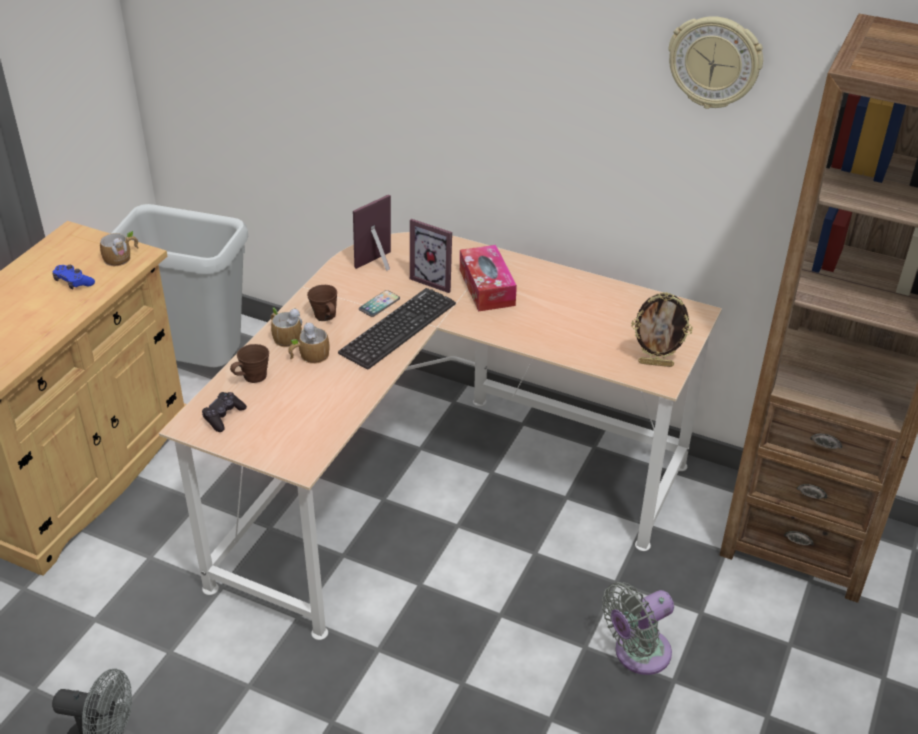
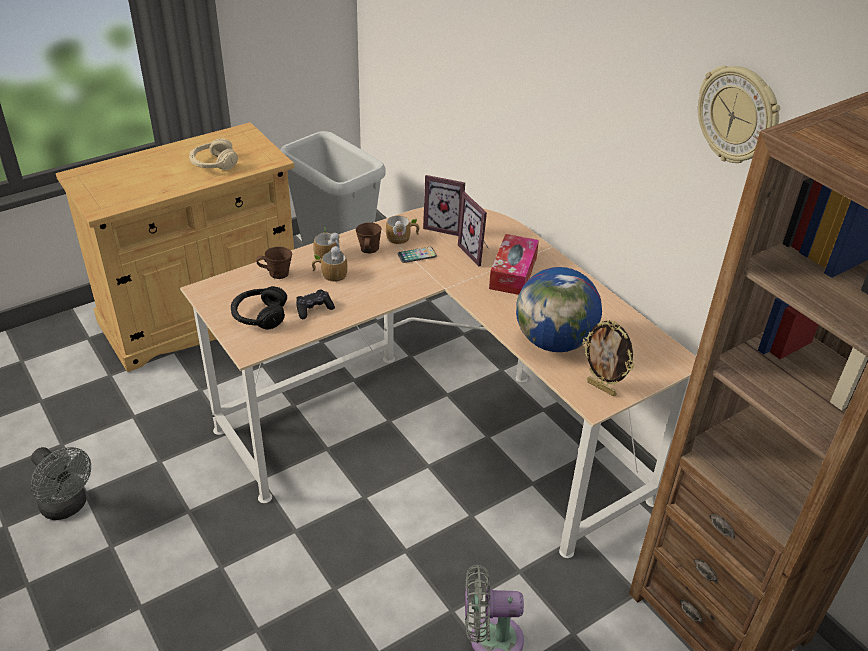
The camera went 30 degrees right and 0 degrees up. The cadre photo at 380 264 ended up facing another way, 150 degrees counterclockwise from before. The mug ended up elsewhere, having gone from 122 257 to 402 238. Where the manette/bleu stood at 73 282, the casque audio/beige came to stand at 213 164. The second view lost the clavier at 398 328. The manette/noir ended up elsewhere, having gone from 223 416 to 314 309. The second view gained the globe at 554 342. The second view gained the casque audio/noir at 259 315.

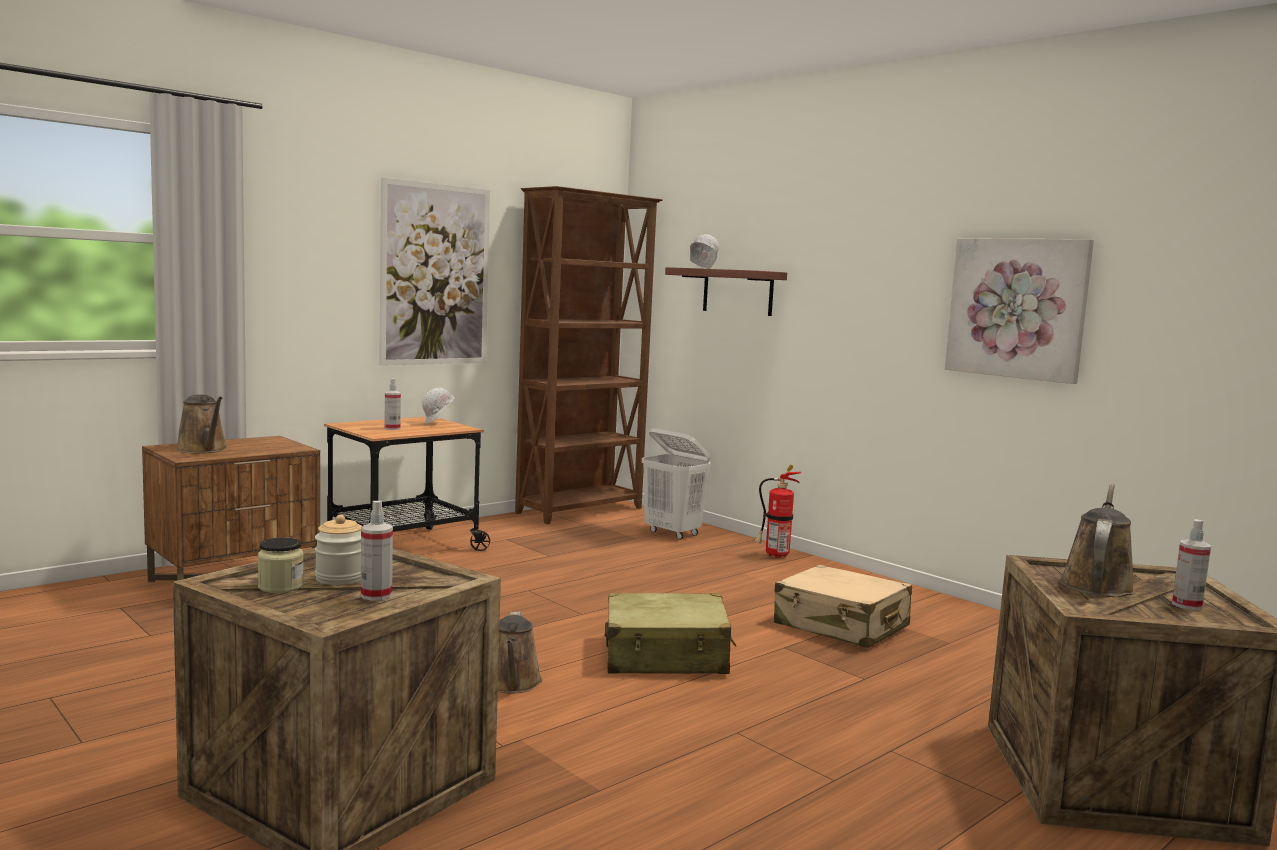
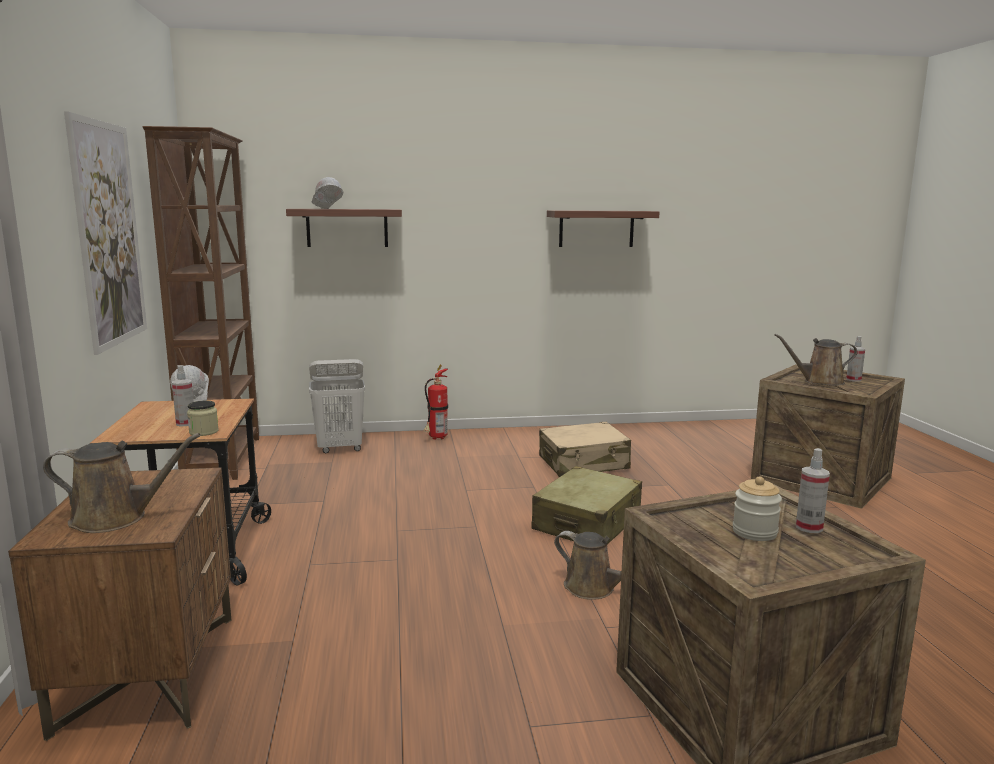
The camera went 55 degrees left and 5 degrees up. Where the tableau hung at 1017 308, the étagère came to hang at 596 228. The arrosoir/marron at 1096 584 ended up facing another way, 60 degrees counterclockwise from before. The bocal ended up elsewhere, having gone from 280 586 to 203 432.

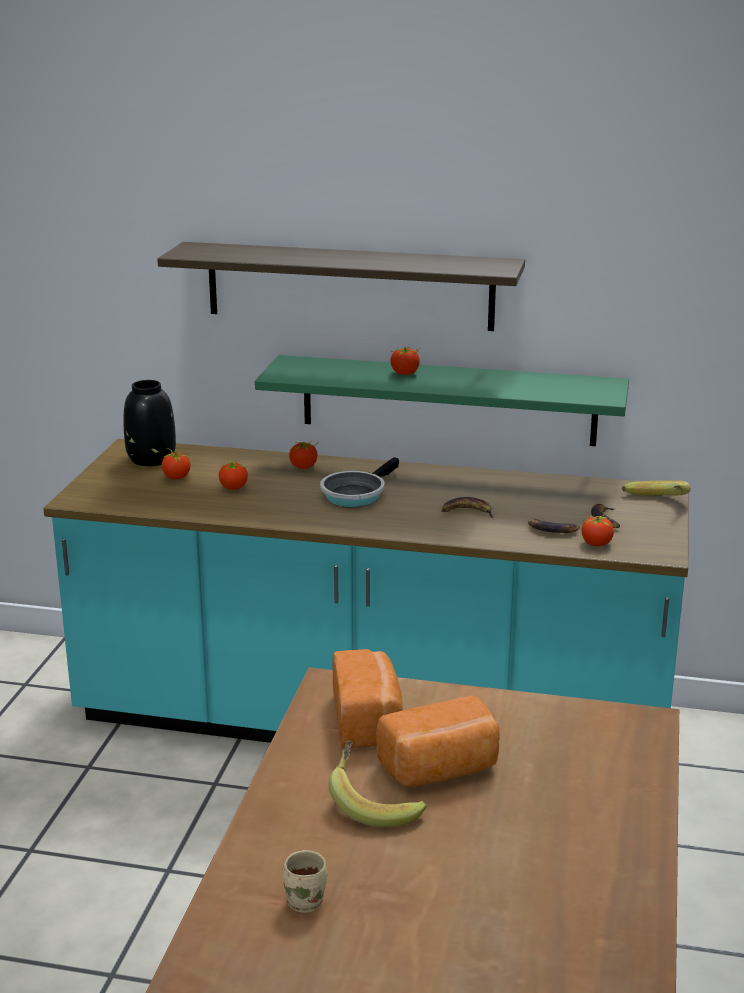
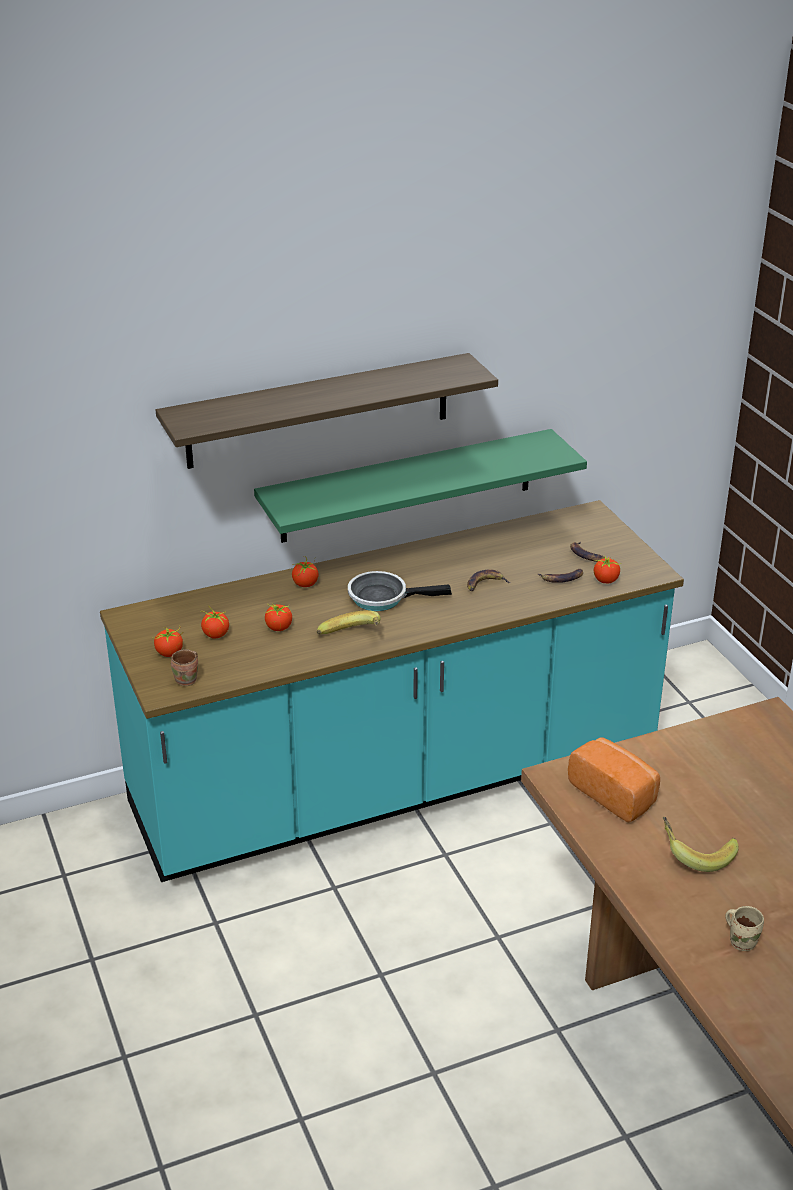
The camera went 35 degrees left and 10 degrees up. The tomate ended up elsewhere, having gone from 405 373 to 169 653. The second view lost the vase/noir at 152 459. The poêle at 355 494 ended up facing another way, 90 degrees clockwise from before. The banane ended up elsewhere, having gone from 655 504 to 352 638. The second view lost the pain at 441 769. The second view gained the mug/marron at 188 680.

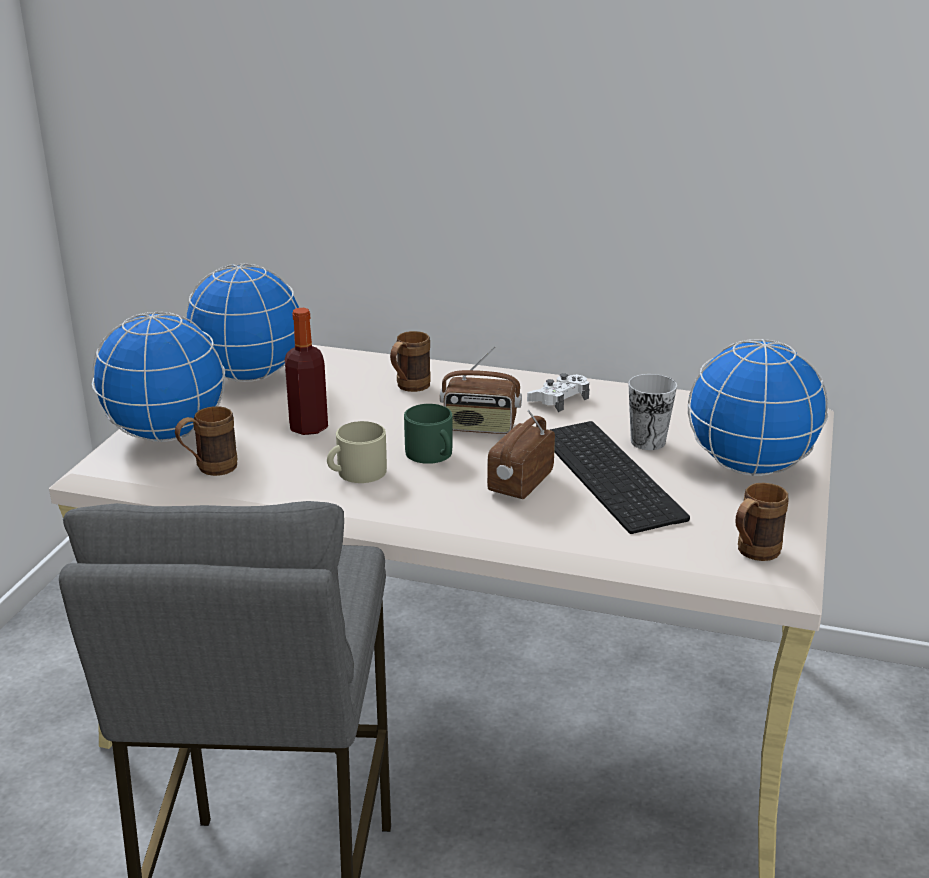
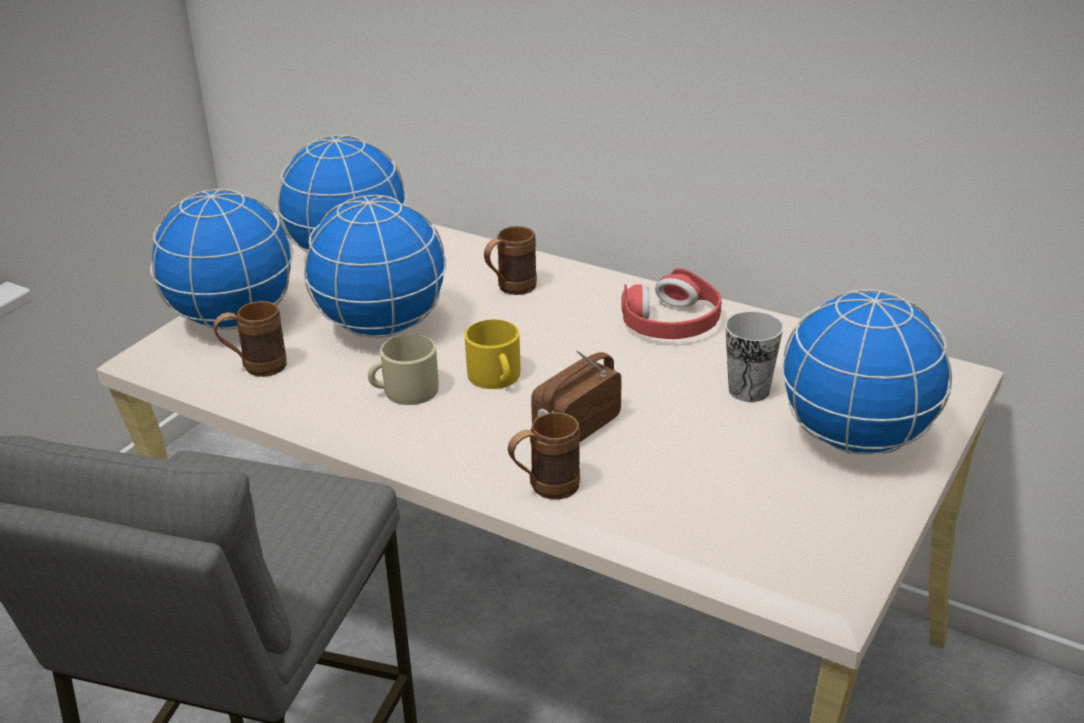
The camera went 15 degrees right and 5 degrees up. Where the bouteille stood at 308 427, the globe came to stand at 381 328. The second view lost the radio at 480 427. Where the manette/blanc stood at 559 399, the casque audio/rouge came to stand at 671 322. What was the mug/vert at 432 454 turned into the mug/jaune at 496 378. The second view lost the clavier at 614 475. The mug/marron ended up elsewhere, having gone from 752 554 to 544 489.

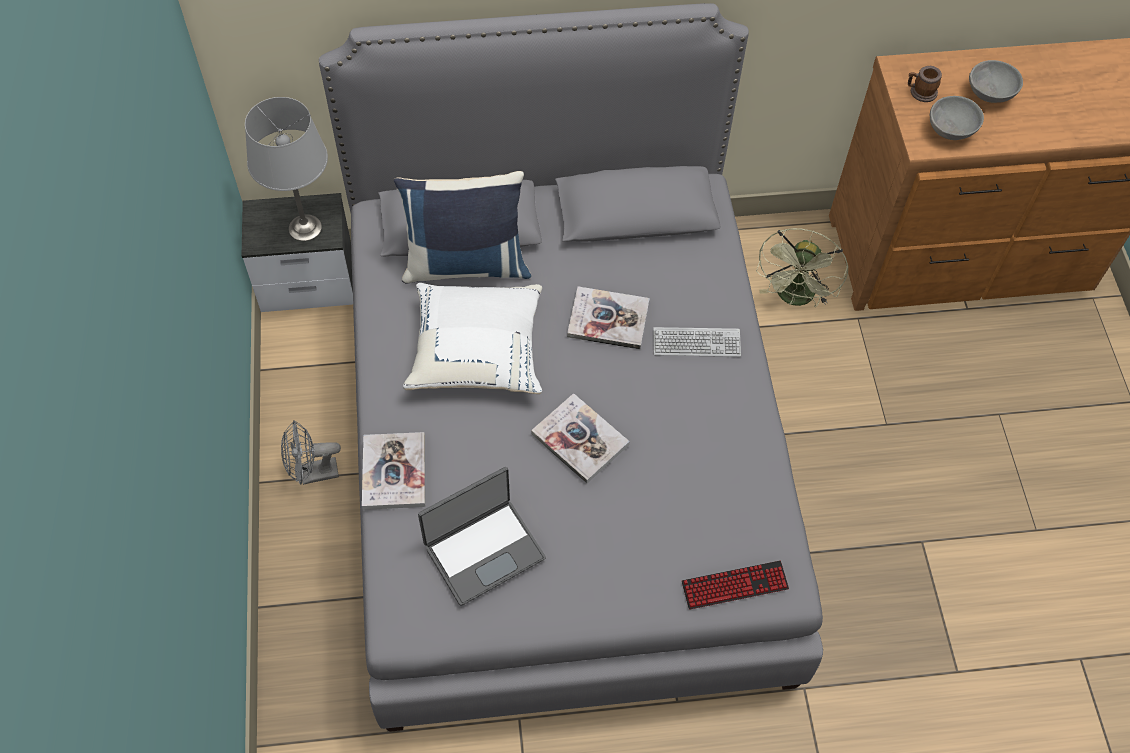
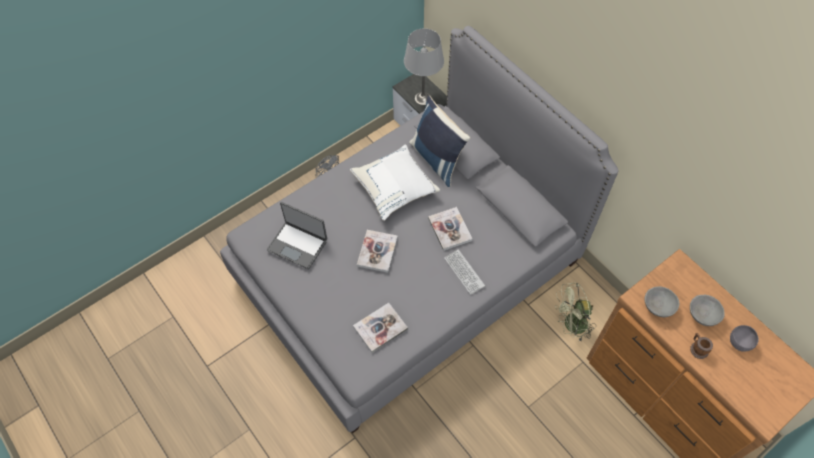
The camera went 60 degrees right and 0 degrees up. The mug ended up elsewhere, having gone from 920 92 to 697 348. The livre ended up elsewhere, having gone from 394 472 to 380 328. The second view lost the clavier at 734 585. The second view gained the bol/gris at 740 342.

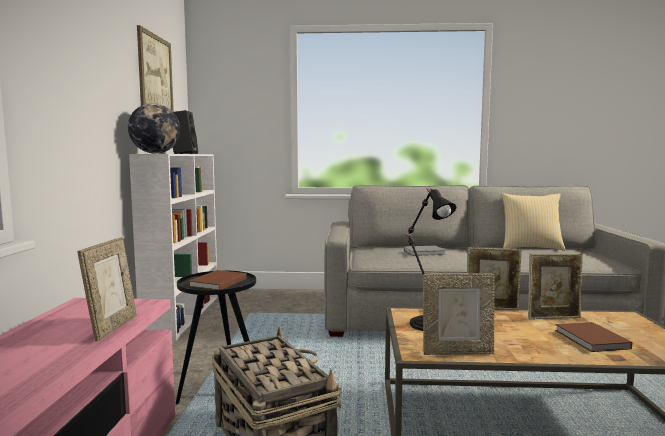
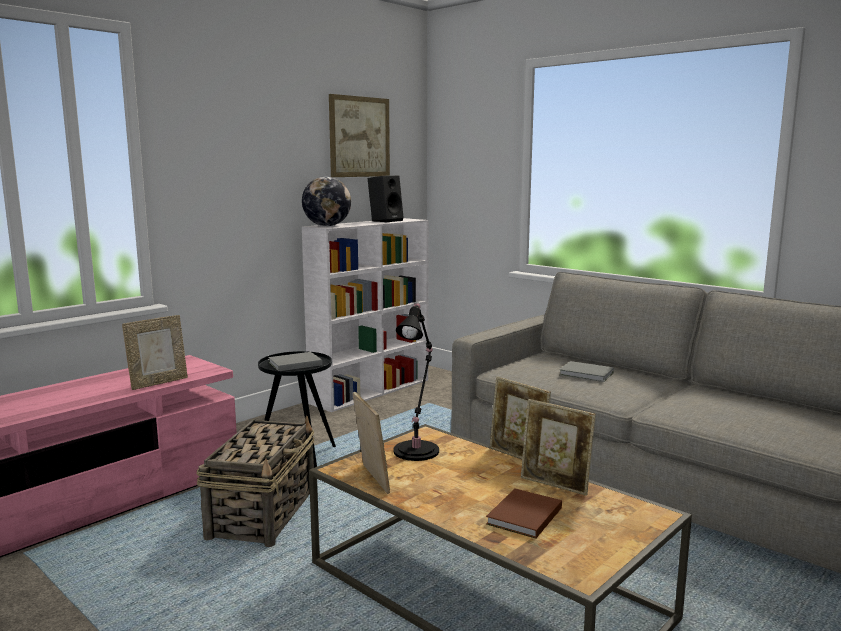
The camera went 40 degrees right and 5 degrees up. The second view lost the coussin at 530 248. What was the livre/marron at 216 283 turned into the livre/gris at 293 364. The cadre photo at 457 352 ended up facing another way, 150 degrees counterclockwise from before.

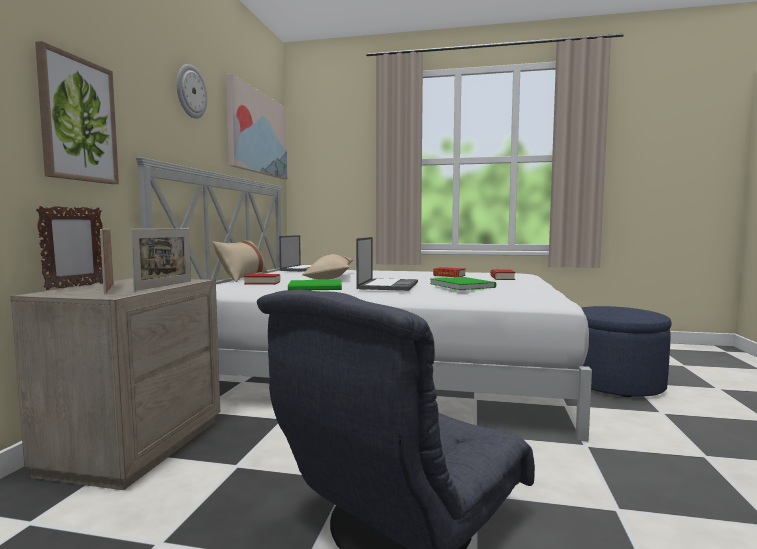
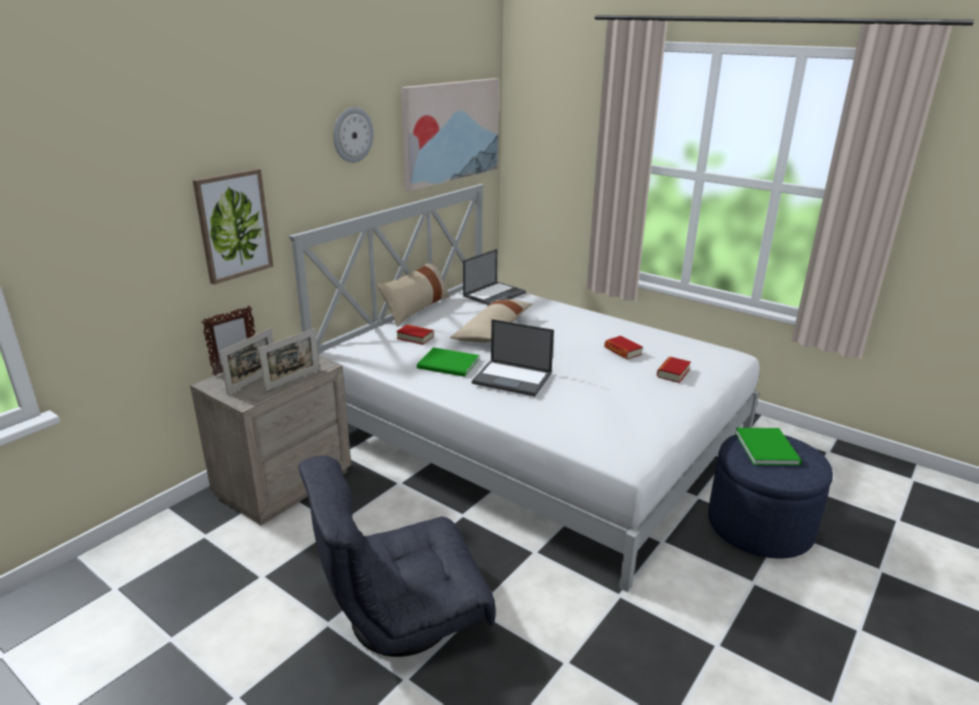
The camera went 25 degrees right and 20 degrees up. The cadre photo at 109 289 ended up facing another way, 150 degrees counterclockwise from before. The ordinateur portable at 388 285 ended up facing another way, 75 degrees clockwise from before. The livre/vert ended up elsewhere, having gone from 462 285 to 767 447.

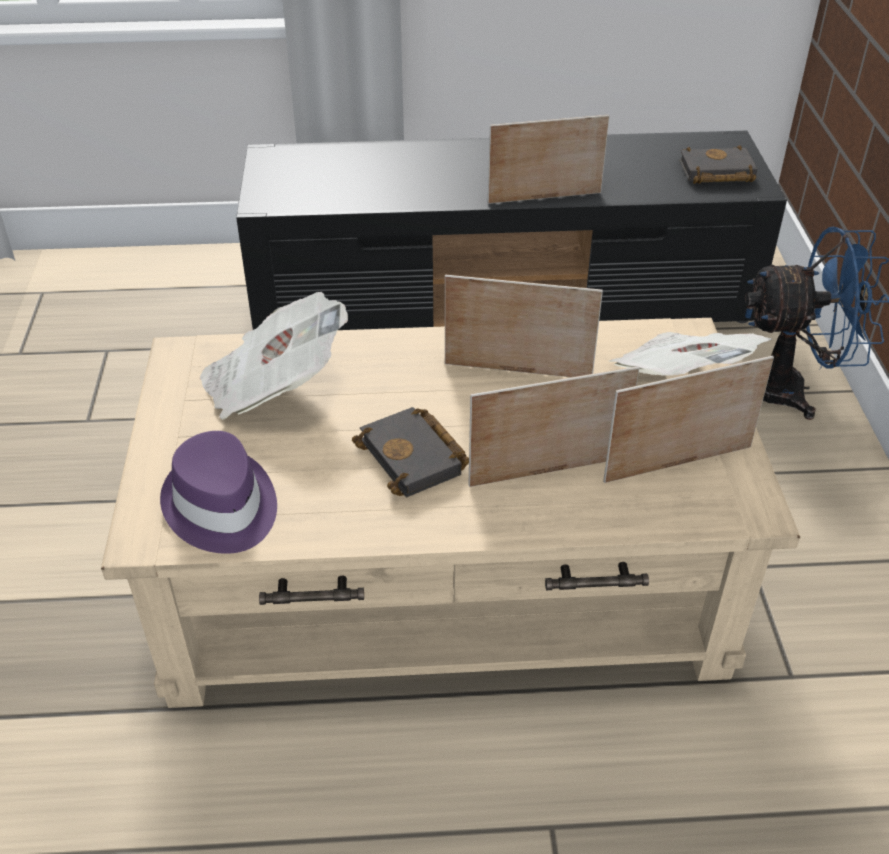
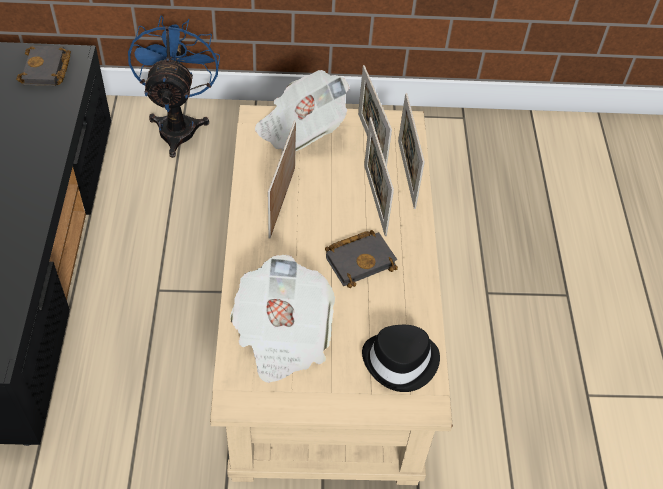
The camera went 90 degrees left and 10 degrees up. The cadre photo ended up elsewhere, having gone from 544 198 to 406 174. What was the chapeau/violet at 220 507 turned into the chapeau/noir at 401 362.

